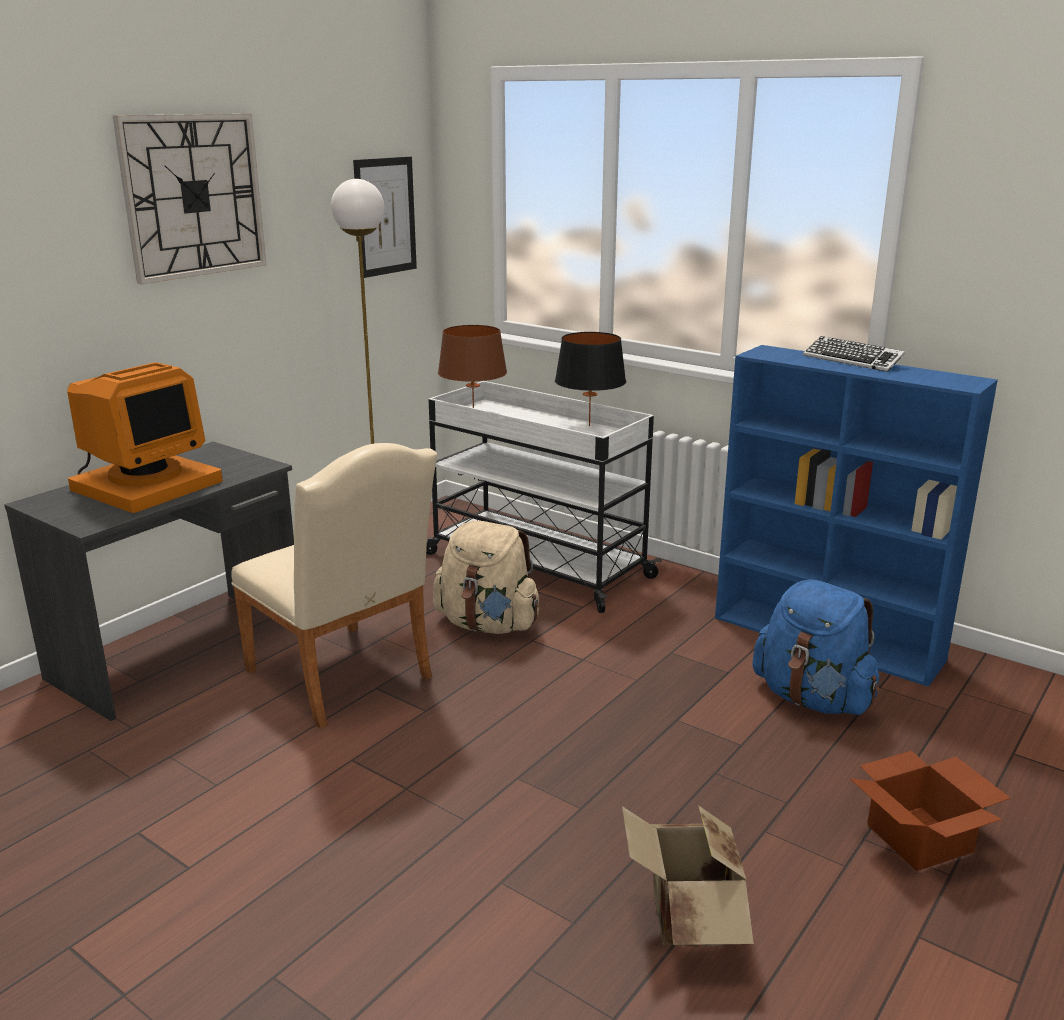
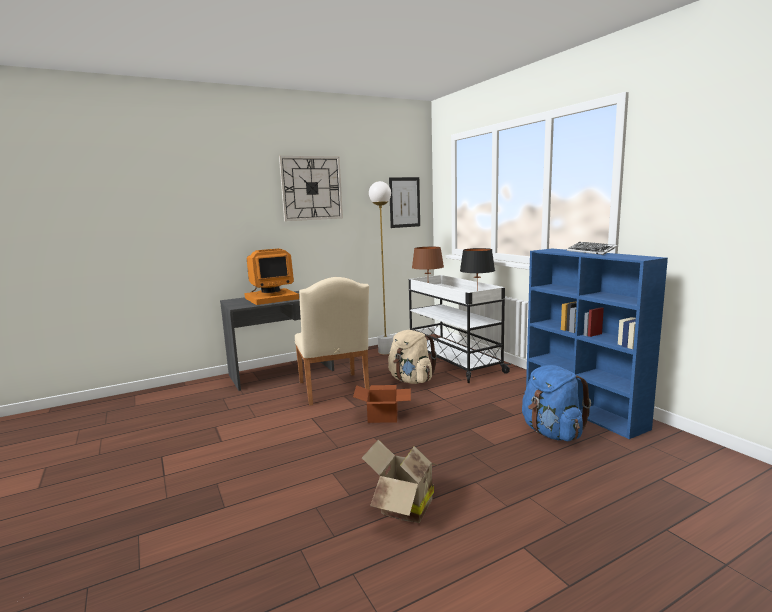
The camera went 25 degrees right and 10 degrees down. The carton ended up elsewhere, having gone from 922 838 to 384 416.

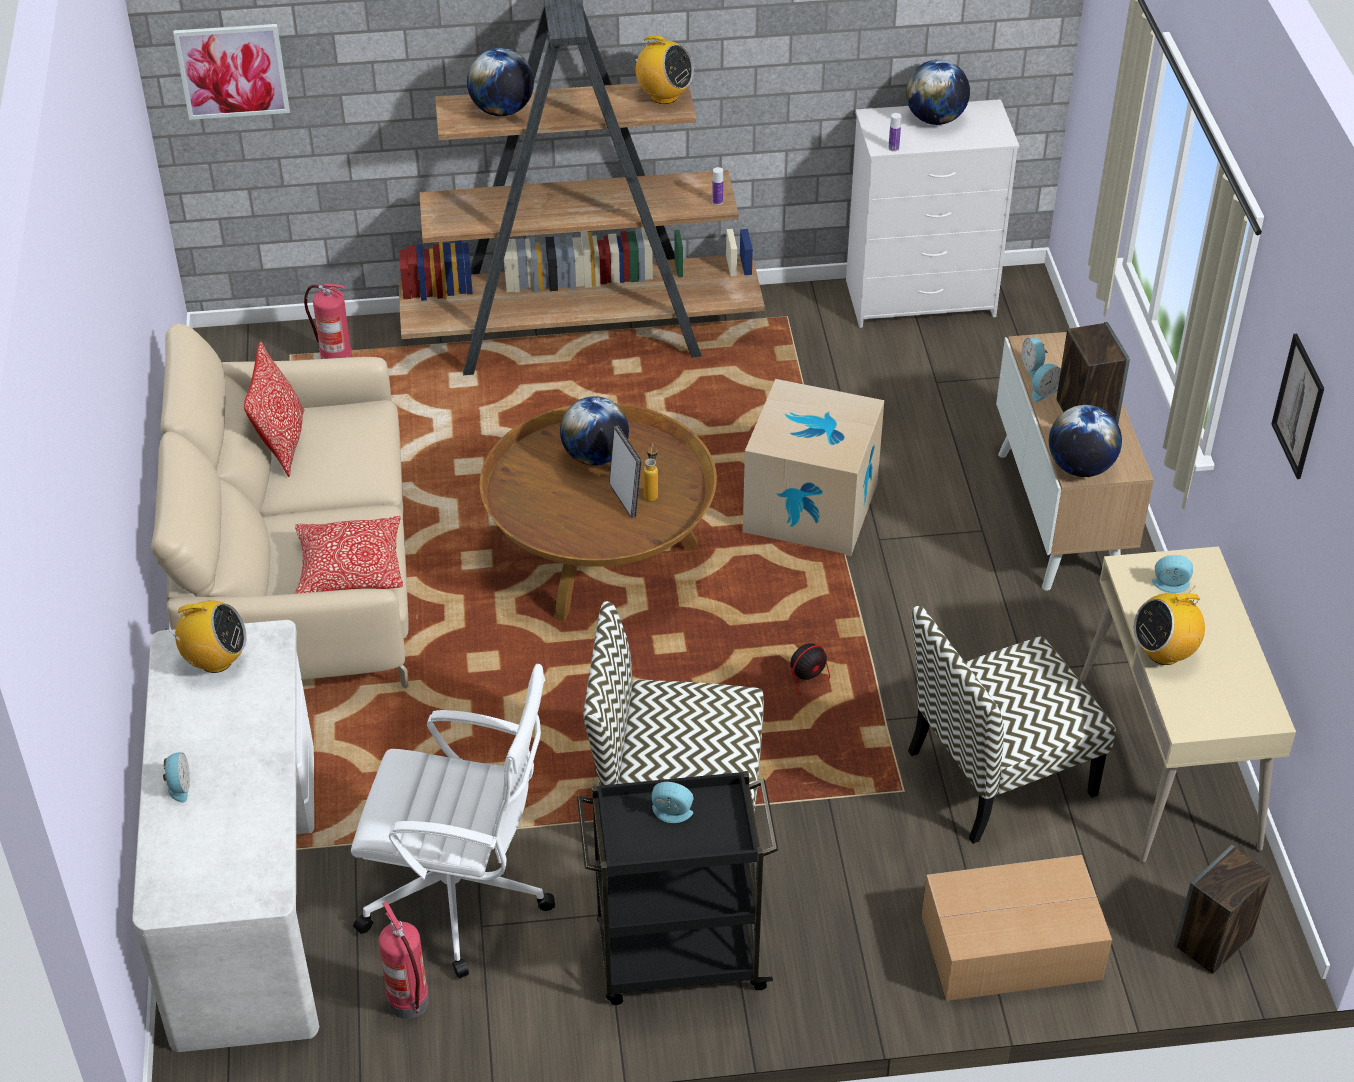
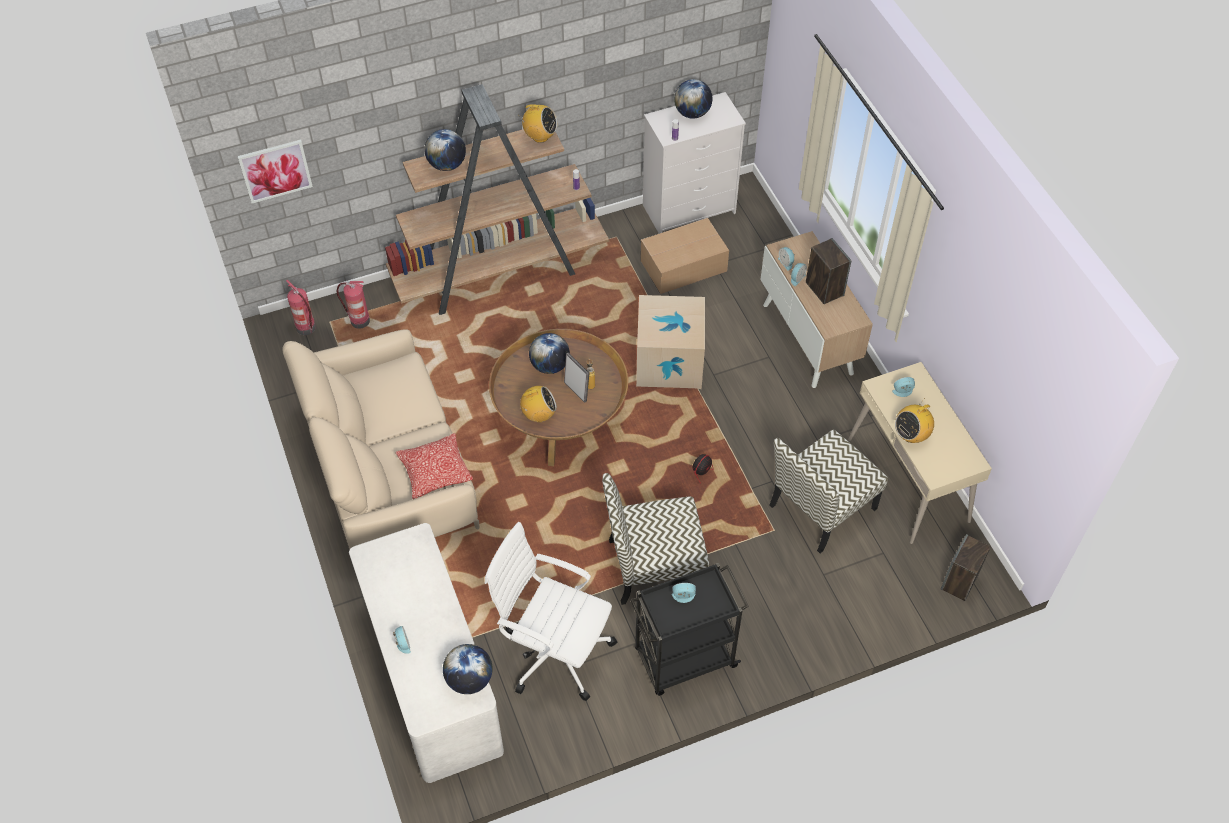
The camera went 15 degrees left and 10 degrees up. The second view lost the tableau at 1298 406. The second view lost the coussin at 281 442. The globe ended up elsewhere, having gone from 1080 467 to 469 679. The radio ended up elsewhere, having gone from 215 661 to 539 415. The chaise de bureau/blanc at 461 896 ended up facing another way, 150 degrees counterclockwise from before. The carton ended up elsewhere, having gone from 1014 947 to 685 266. The extincteur ended up elsewhere, having gone from 410 1002 to 307 328.

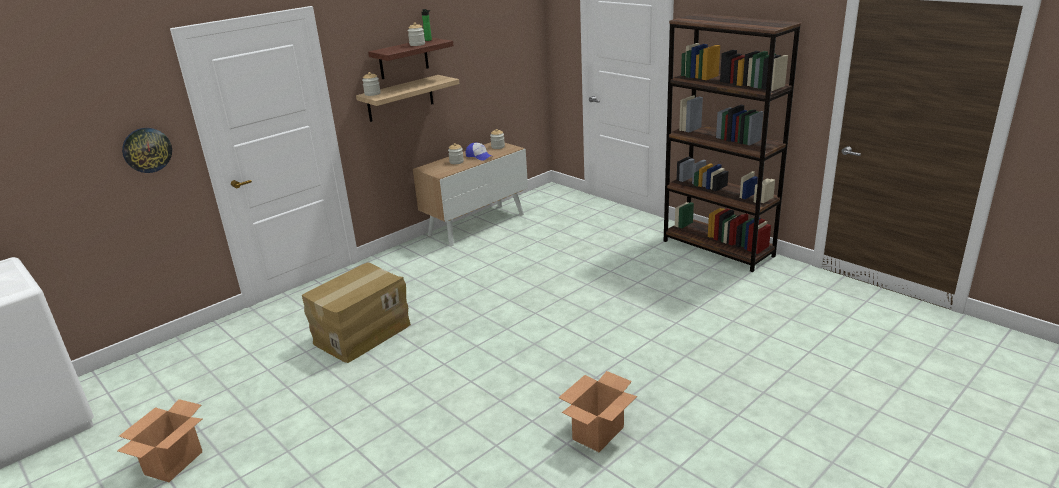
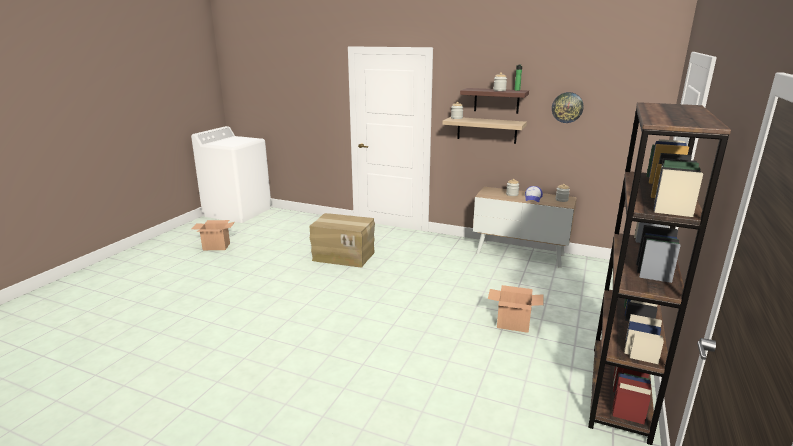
The camera went 65 degrees right and 5 degrees down. The horloge murale ended up elsewhere, having gone from 147 150 to 567 107. The carton ended up elsewhere, having gone from 598 434 to 512 324.

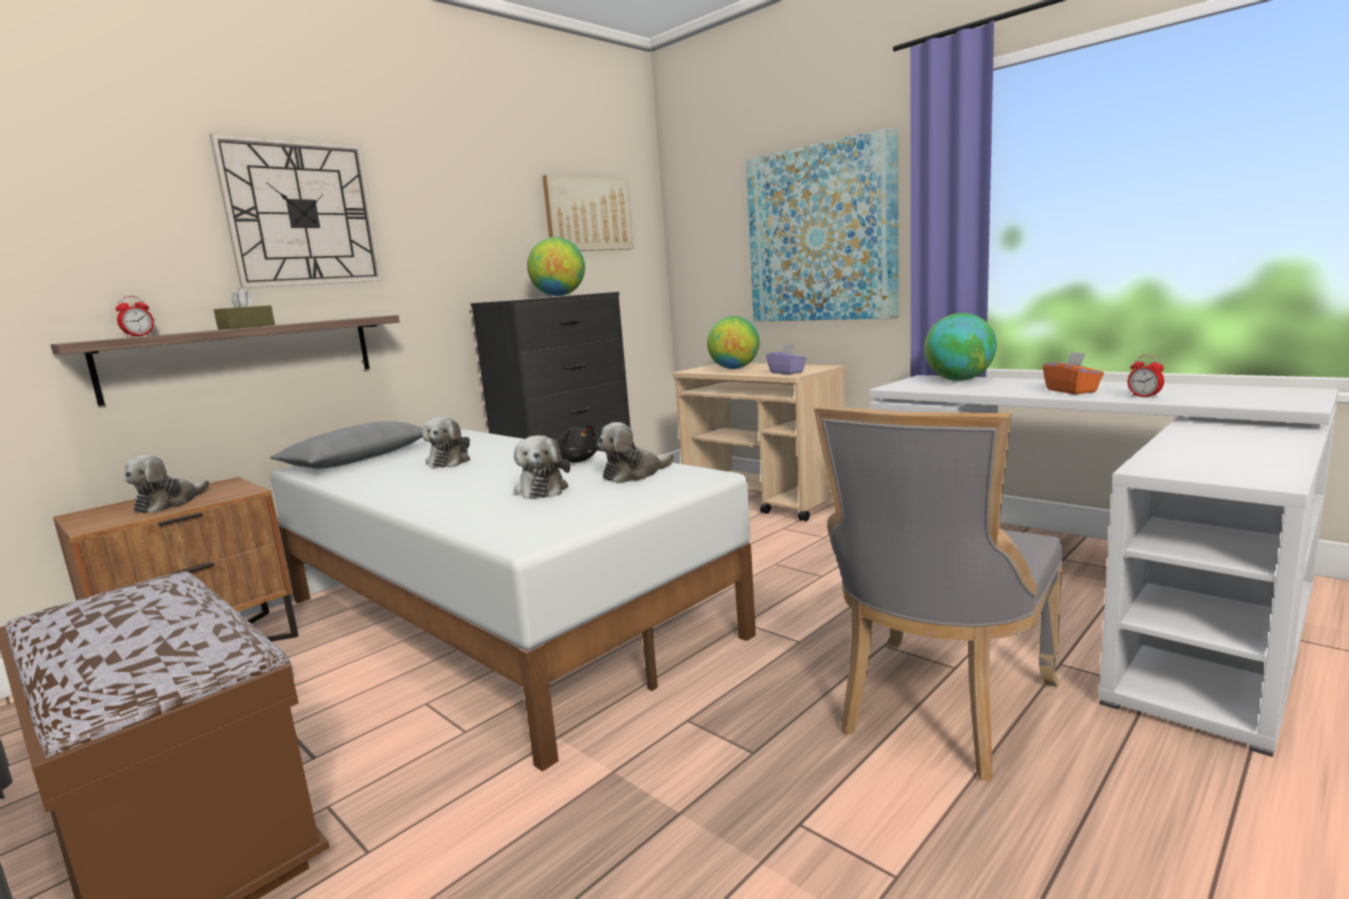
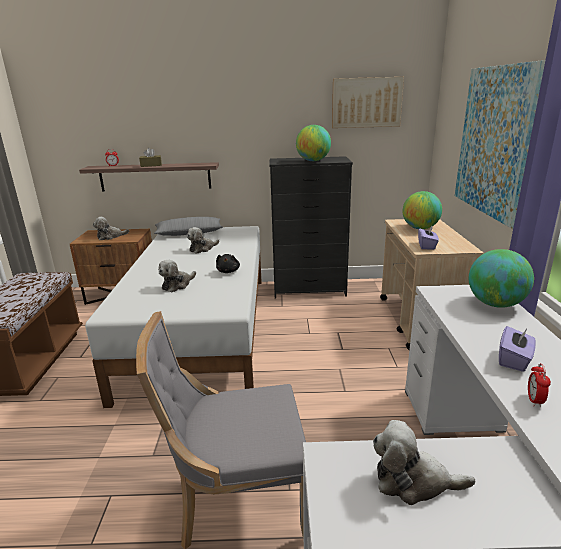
The camera went 45 degrees right and 10 degrees up. The second view lost the horloge murale at 302 214. What was the boîte à mouchoirs/orange at 1071 391 turned into the boîte à mouchoirs/violet at 514 360. The peluche ended up elsewhere, having gone from 634 474 to 413 481.

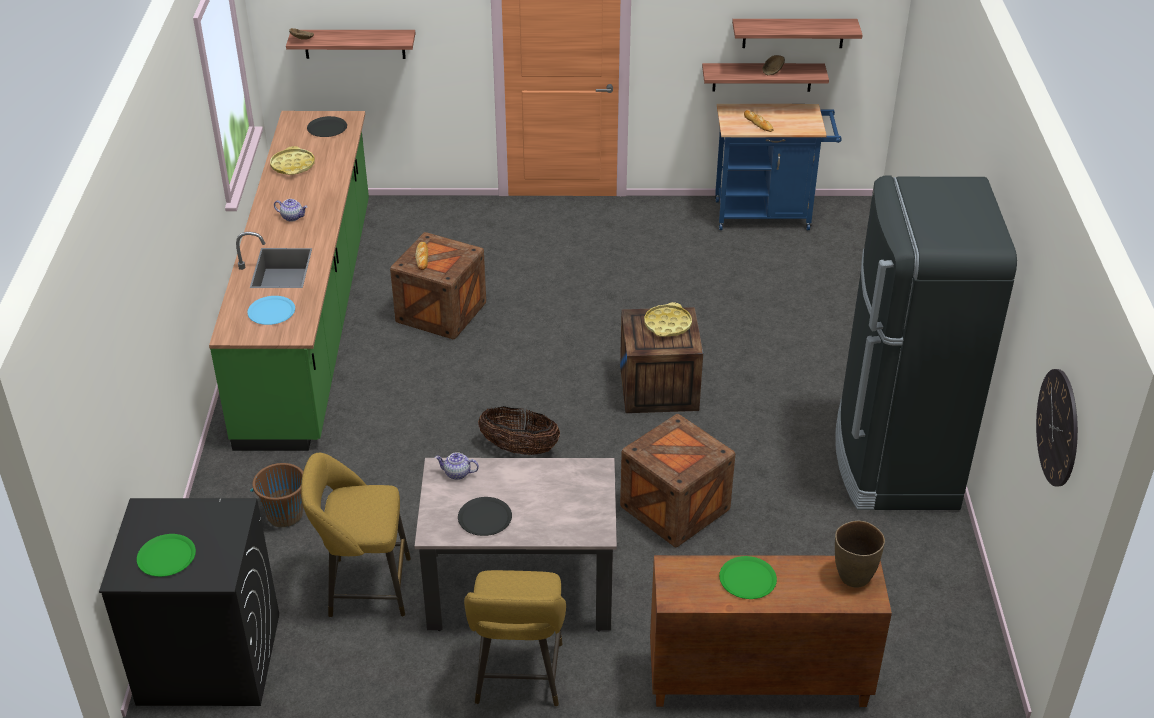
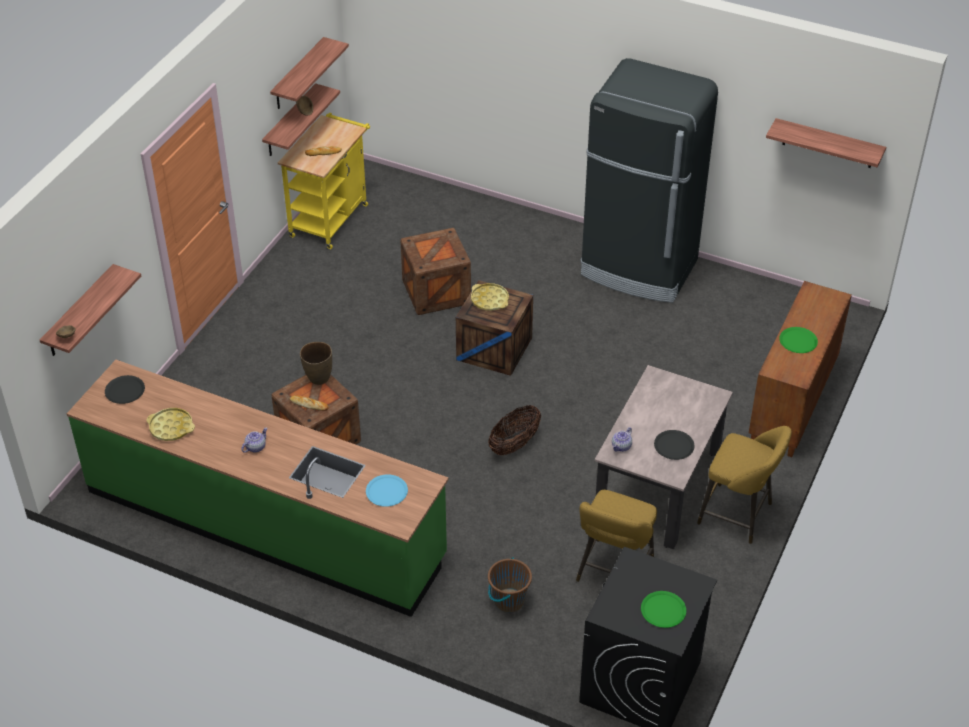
The camera went 65 degrees left and 5 degrees up. What was the chariot/bleu at 769 214 turned into the chariot/jaune at 331 217. Where the horloge murale hung at 1058 427, the étagère came to hang at 828 144. The caisse ended up elsewhere, having gone from 675 508 to 436 292. The vase/marron ended up elsewhere, having gone from 853 577 to 318 378.

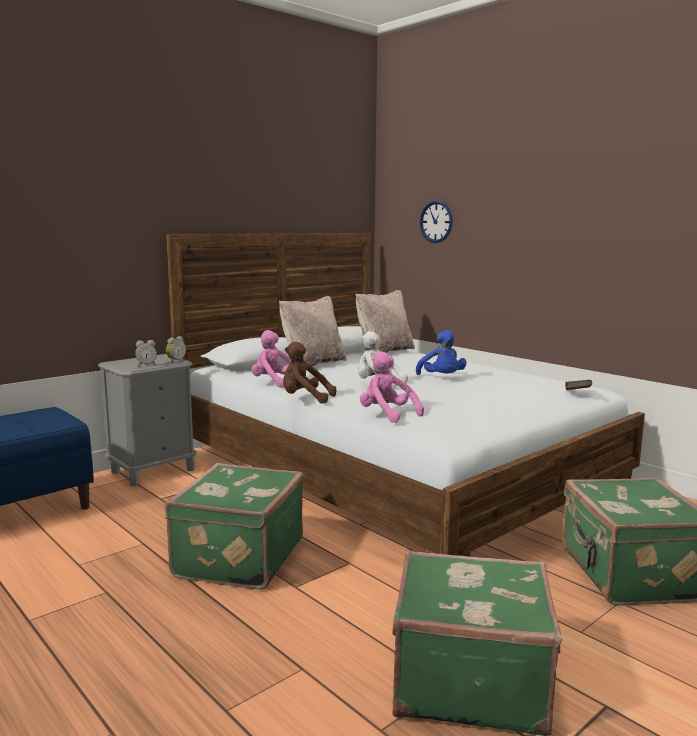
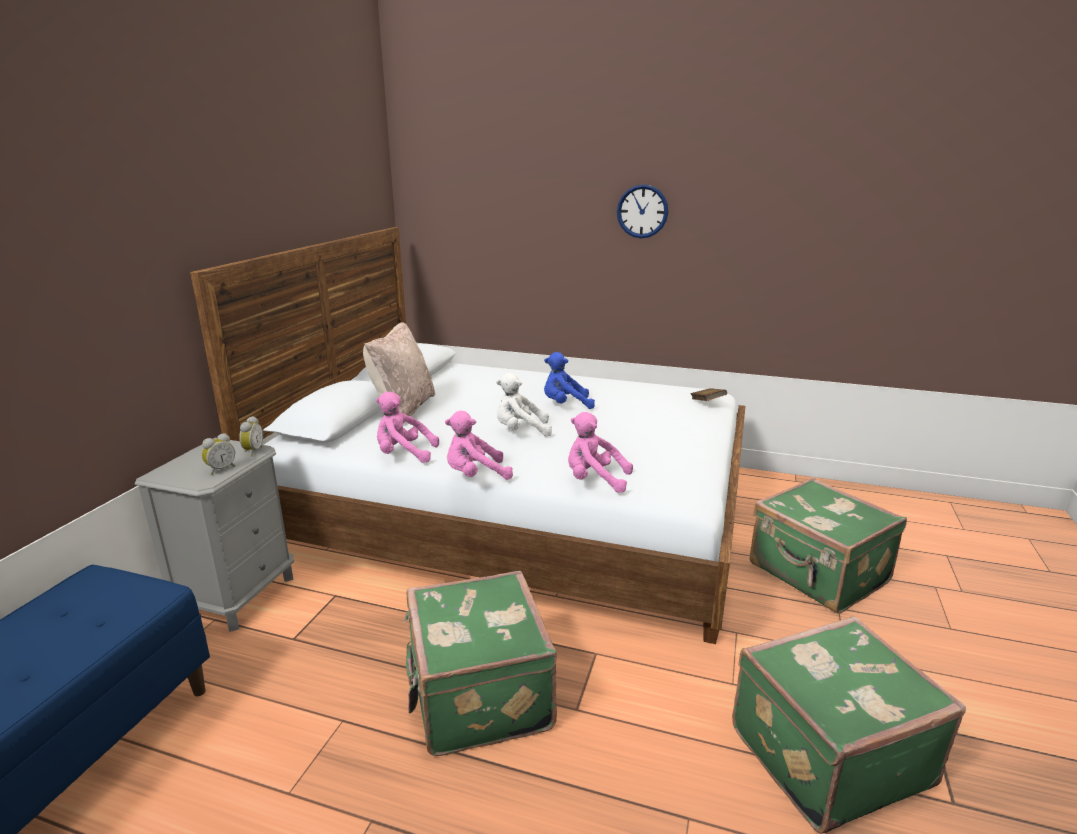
The camera went 30 degrees left and 10 degrees up. The horloge murale ended up elsewhere, having gone from 436 221 to 642 211. The second view lost the coussin/beige at 384 351. The peluche/bleu at 441 378 ended up facing another way, 135 degrees clockwise from before. What was the peluche/marron at 304 399 turned into the peluche/rose at 475 475.

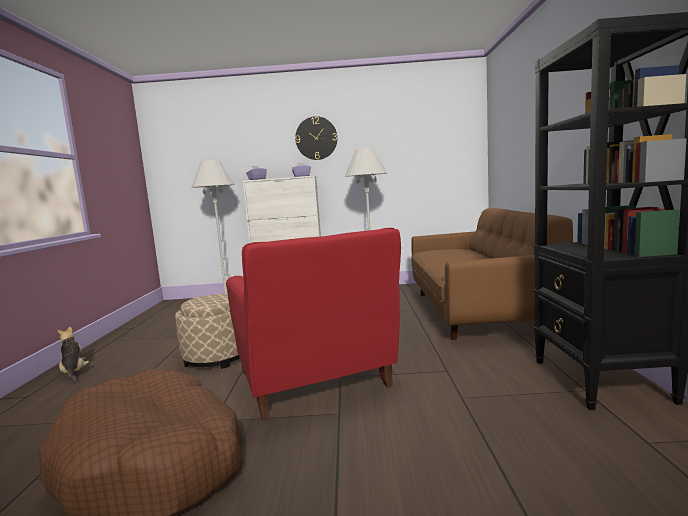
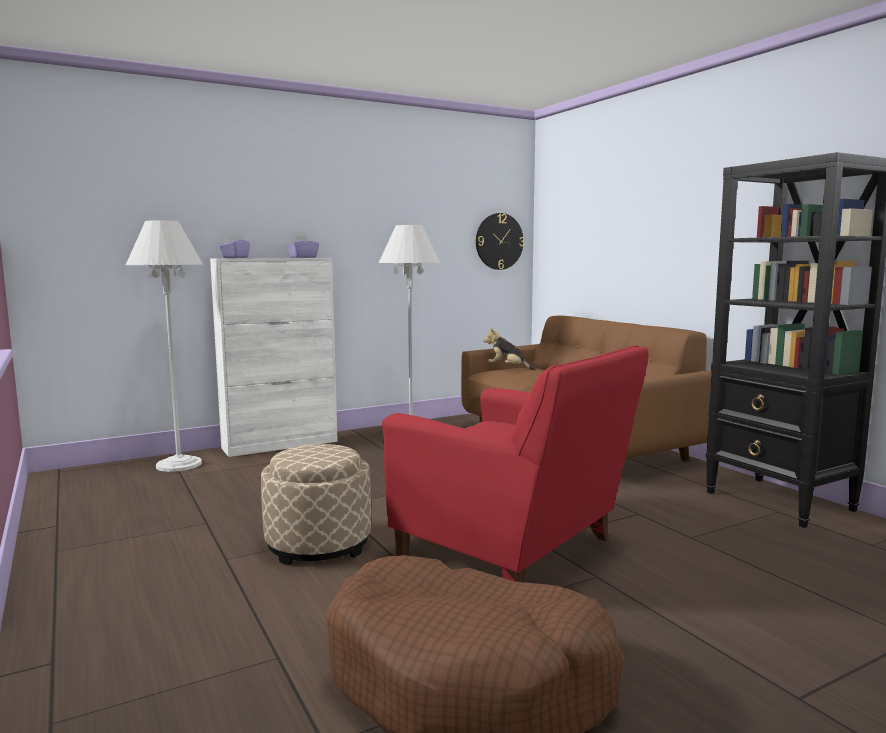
The camera went 30 degrees left and 0 degrees up. The horloge murale ended up elsewhere, having gone from 316 138 to 499 241. The peluche ended up elsewhere, having gone from 74 372 to 508 368.

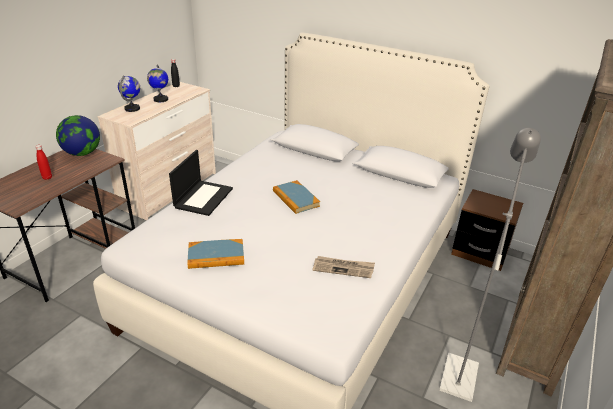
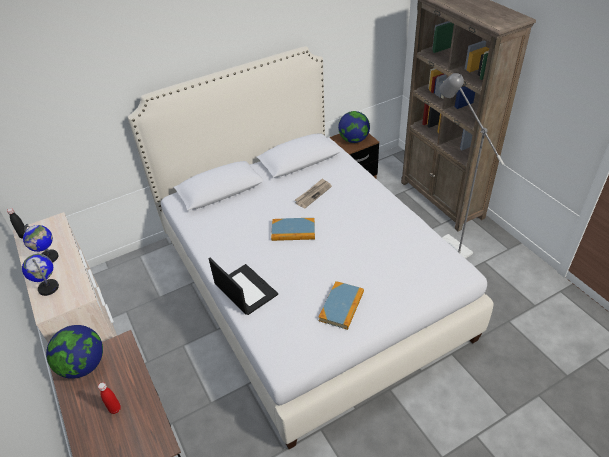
The camera went 55 degrees left and 10 degrees up. The journal ended up elsewhere, having gone from 343 268 to 313 194. The second view gained the globe at 354 140.

